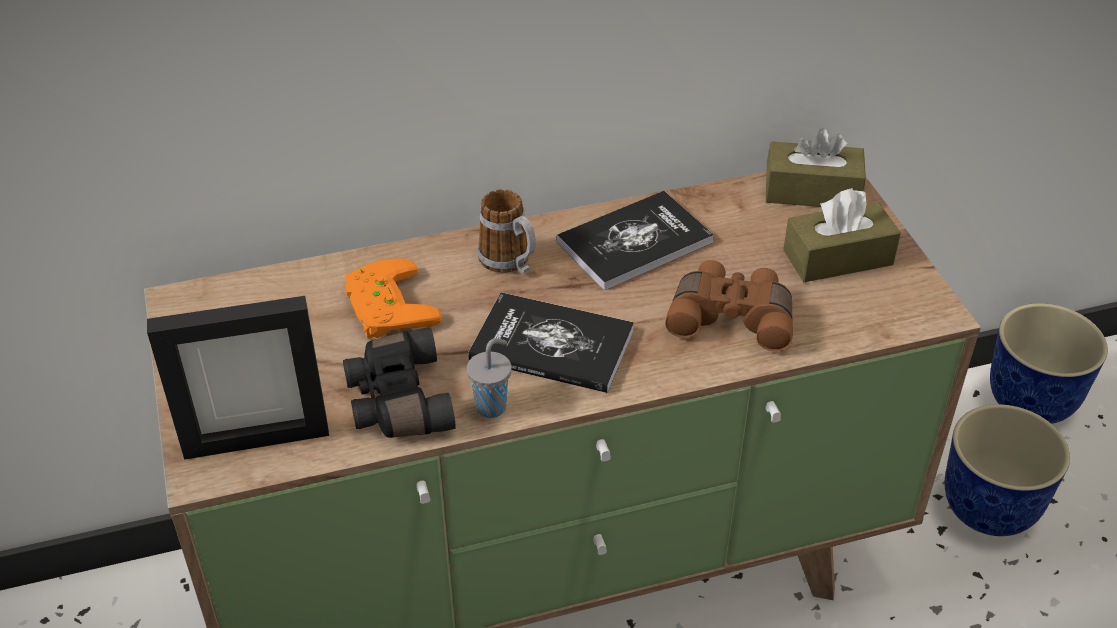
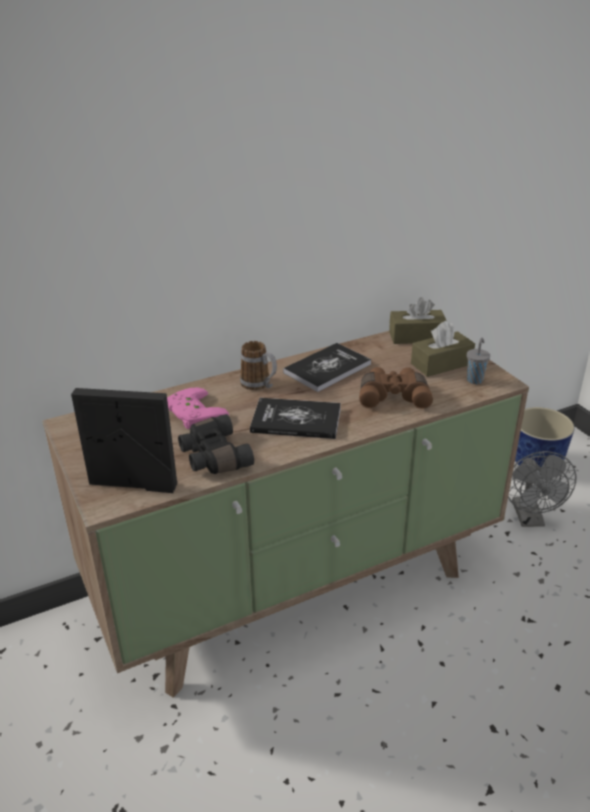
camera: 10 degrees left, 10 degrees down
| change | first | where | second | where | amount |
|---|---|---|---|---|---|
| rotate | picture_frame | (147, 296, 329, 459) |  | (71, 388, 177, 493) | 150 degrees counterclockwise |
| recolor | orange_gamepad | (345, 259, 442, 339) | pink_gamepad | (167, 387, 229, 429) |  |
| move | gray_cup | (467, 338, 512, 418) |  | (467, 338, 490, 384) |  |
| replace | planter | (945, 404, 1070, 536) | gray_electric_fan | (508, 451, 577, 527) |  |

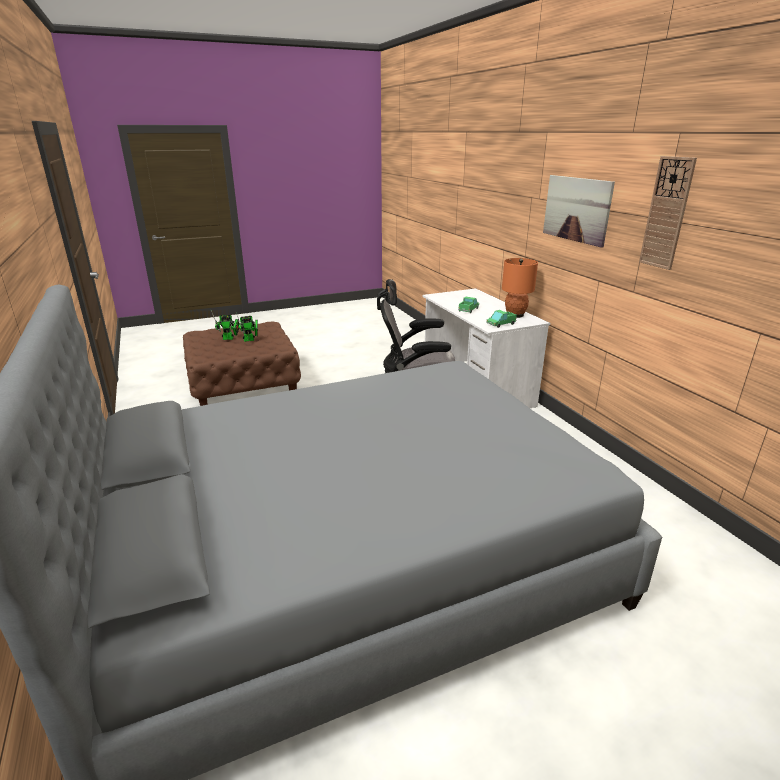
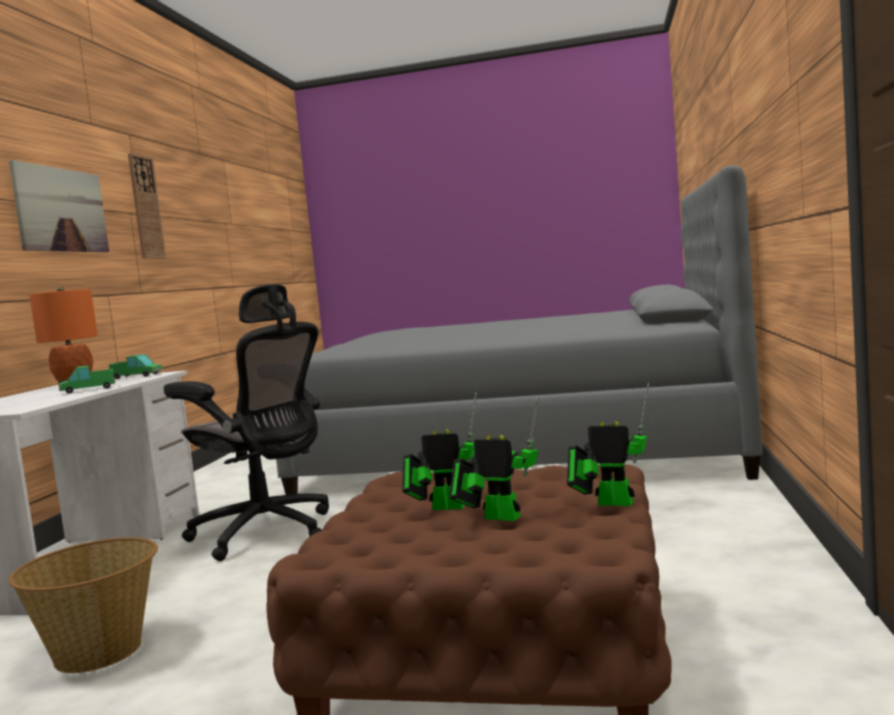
camera: 145 degrees left, 20 degrees down
| change | first | where | second | where | amount |
|---|---|---|---|---|---|
| insert |  |  | basket | (9, 537, 158, 673) |  |
| insert |  |  | toy_robot | (567, 383, 649, 506) |  |

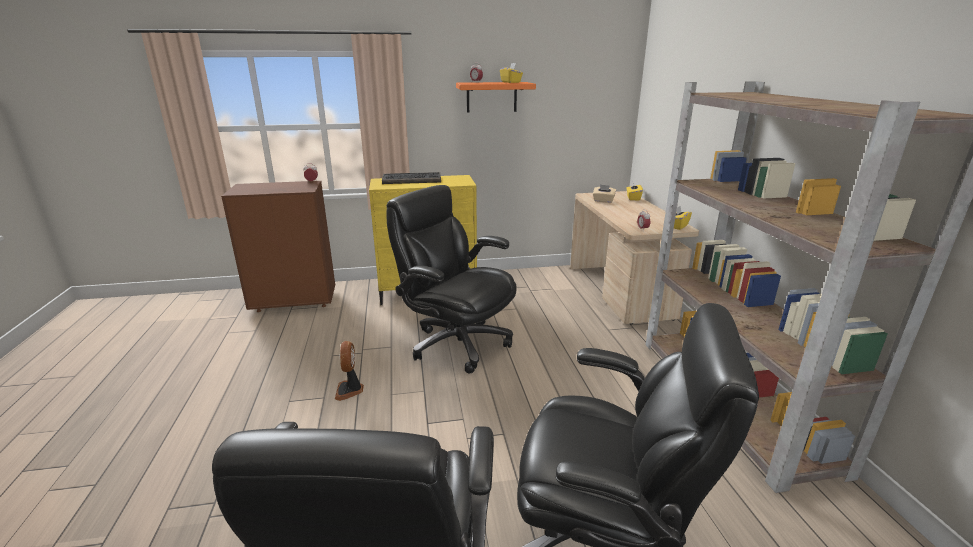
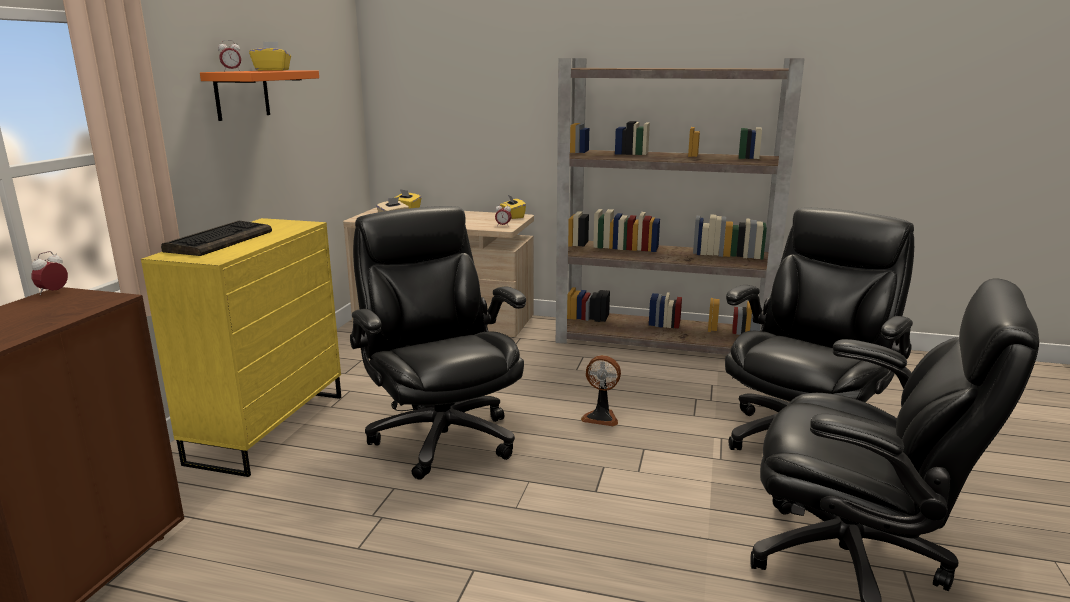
camera: 65 degrees left, 5 degrees down
| change | first | where | second | where | amount |
|---|---|---|---|---|---|
| rotate | black-coloured_office_chair | (387, 185, 517, 373) |  | (350, 206, 526, 480) | 90 degrees clockwise |
| move | electric_fan | (335, 341, 364, 401) |  | (581, 355, 621, 426) |  |

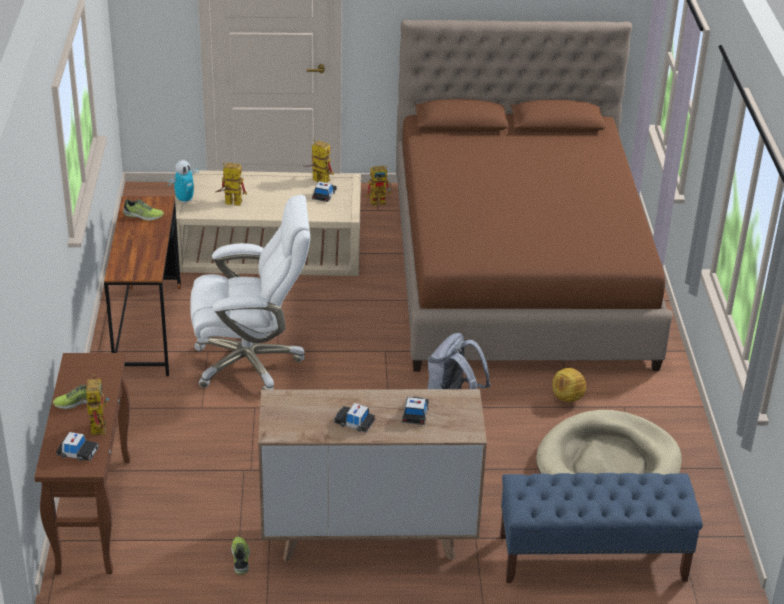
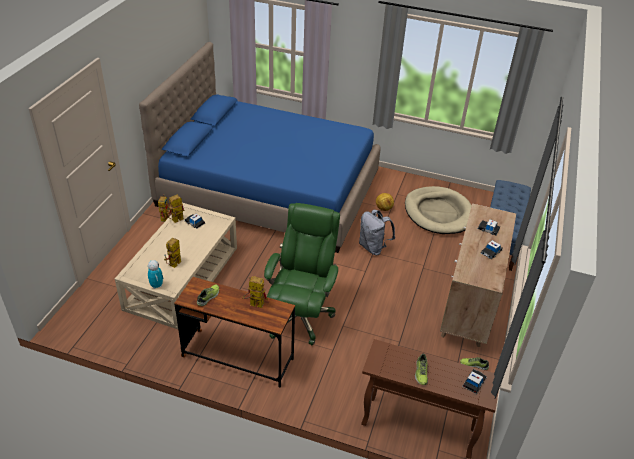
camera: 70 degrees left, 5 degrees up
| change | first | where | second | where | amount |
|---|---|---|---|---|---|
| recolor | brown-coloured_bedroom_bed | (396, 19, 673, 371) | blue-coloured_bedroom_bed | (139, 42, 381, 253) |  |
| move | toy_robot | (81, 374, 109, 435) |  | (242, 276, 268, 308) |  |
| recolor | white_office_chair | (190, 195, 310, 390) | greenish_office_chair | (264, 203, 340, 345) |  |

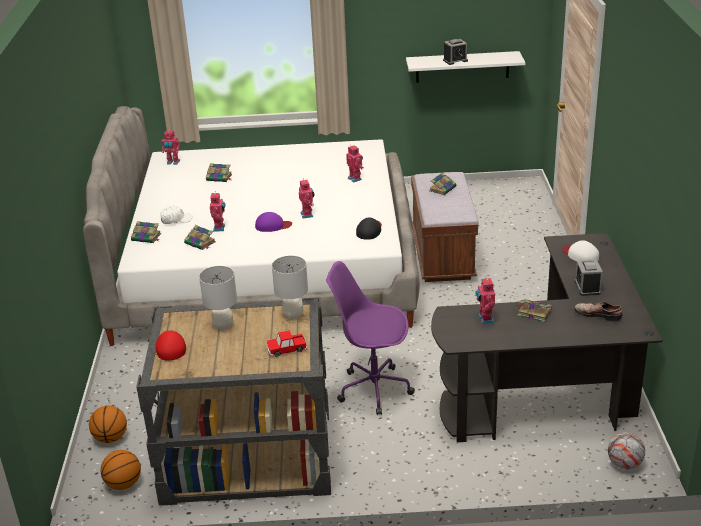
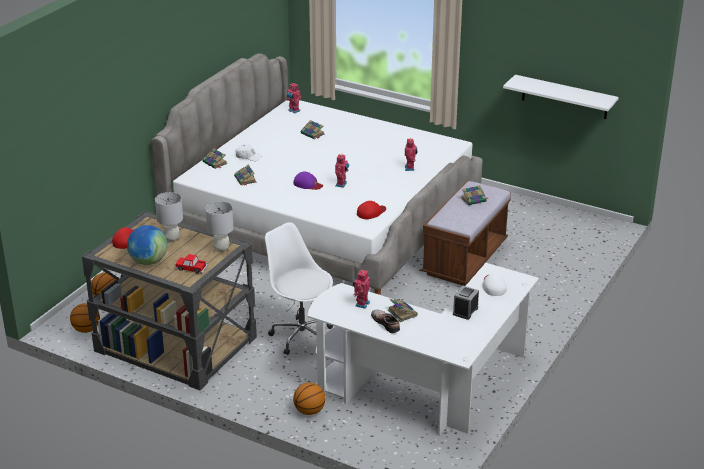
camera: 30 degrees right, 0 degrees up
| change | first | where | second | where | amount |
|---|---|---|---|---|---|
| insert |  |  | desk_globe | (127, 225, 167, 265) |  |
| recolor | purplish_office_chair | (326, 261, 415, 415) | white_office_chair | (265, 222, 333, 355) |  |
| insert |  |  | basketball | (293, 383, 325, 415) |  |
| recolor | black-coloured_desk_table | (431, 233, 663, 442) | white_desk_table | (308, 263, 539, 436) |  |
| recolor | black-coloured_peaked_cap | (356, 217, 382, 240) | red-coloured_peaked_cap | (357, 201, 386, 219) |  |
| move | item_of_footwear | (574, 302, 622, 322) |  | (371, 310, 400, 333) |  |
| delete | toy_robot | (210, 191, 225, 232) |  |  |  |
| delete | bedside_clock | (443, 39, 468, 65) |  |  |  |
| delete | ball_for_football | (608, 432, 645, 469) |  |  |  |

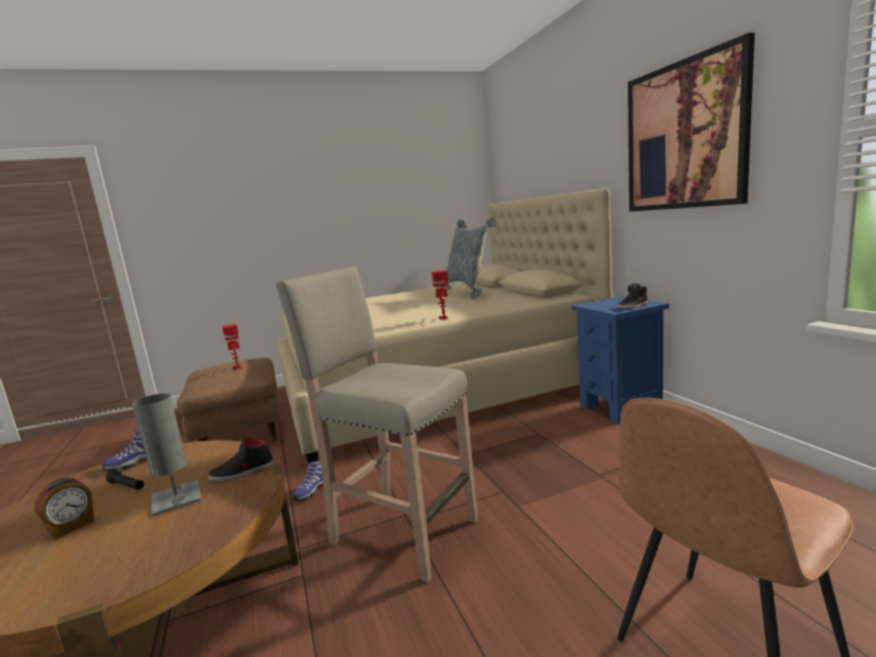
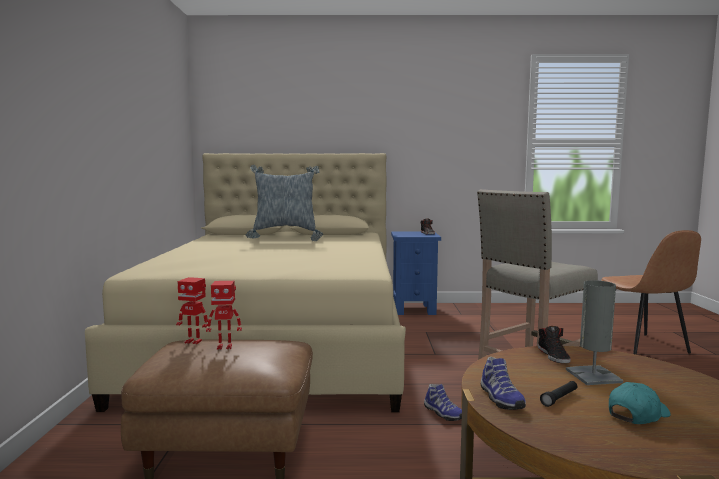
camera: 70 degrees left, 5 degrees down
| change | first | where | second | where | amount |
|---|---|---|---|---|---|
| move | toy_robot | (432, 270, 448, 319) |  | (176, 277, 208, 344) |  |
| replace | bedside_clock | (34, 477, 94, 540) | blue-green_peaked_cap | (609, 382, 671, 424) |  |
| delete | wall_picture | (628, 33, 755, 212) |  |  |  |

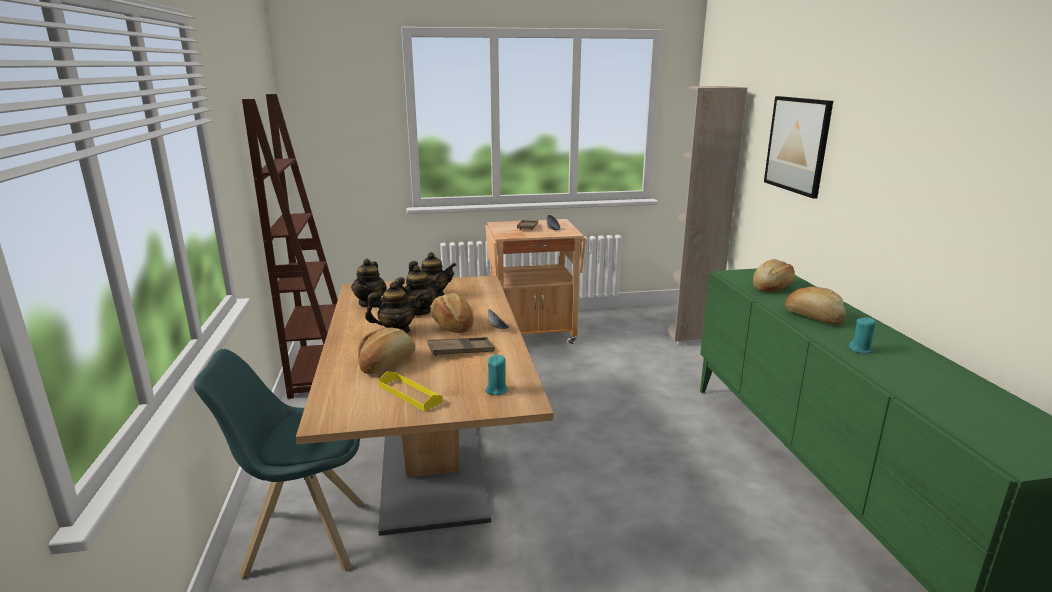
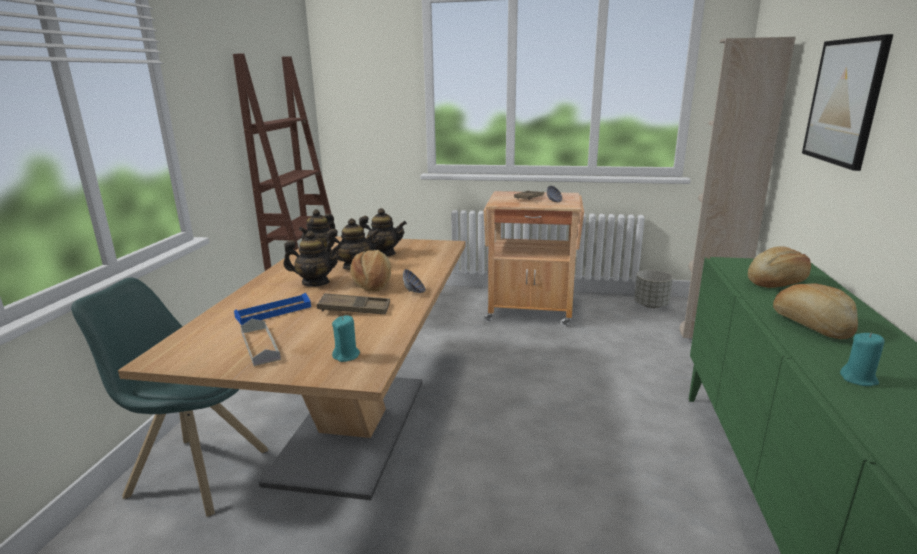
camera: 20 degrees right, 0 degrees up
| change | first | where | second | where | amount |
|---|---|---|---|---|---|
| replace | baked_bread | (358, 327, 415, 374) | blue-coloured_tray | (234, 293, 311, 325) |  |
| recolor | yellow-coloured_tray | (378, 371, 443, 411) | gray_tray | (240, 319, 281, 366) |  |
| insert |  |  | gray_planter | (634, 270, 673, 308) |  |

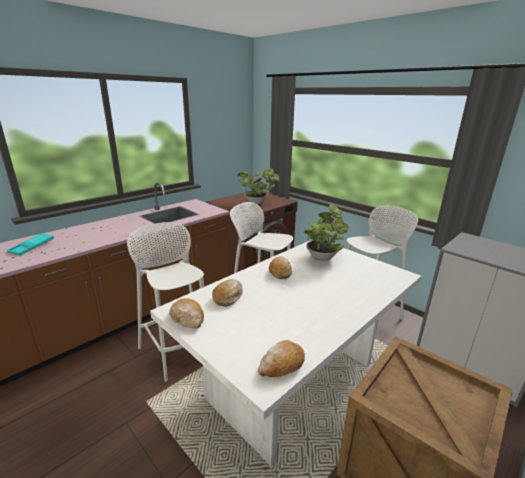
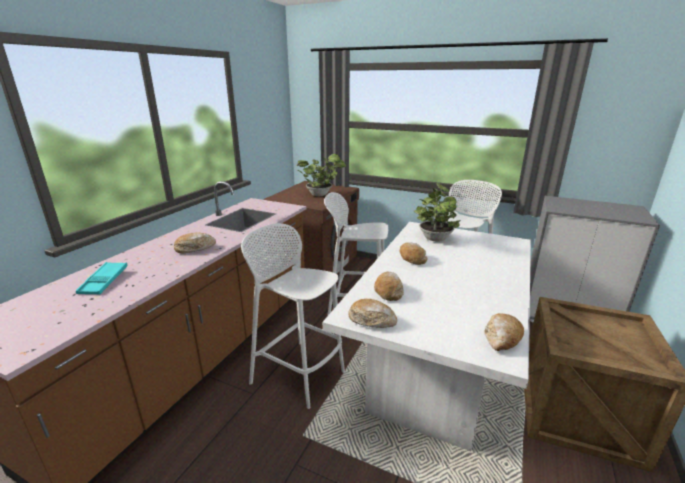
camera: 20 degrees left, 0 degrees up
| change | first | where | second | where | amount |
|---|---|---|---|---|---|
| insert |  |  | baked_bread | (174, 233, 216, 253) |  |

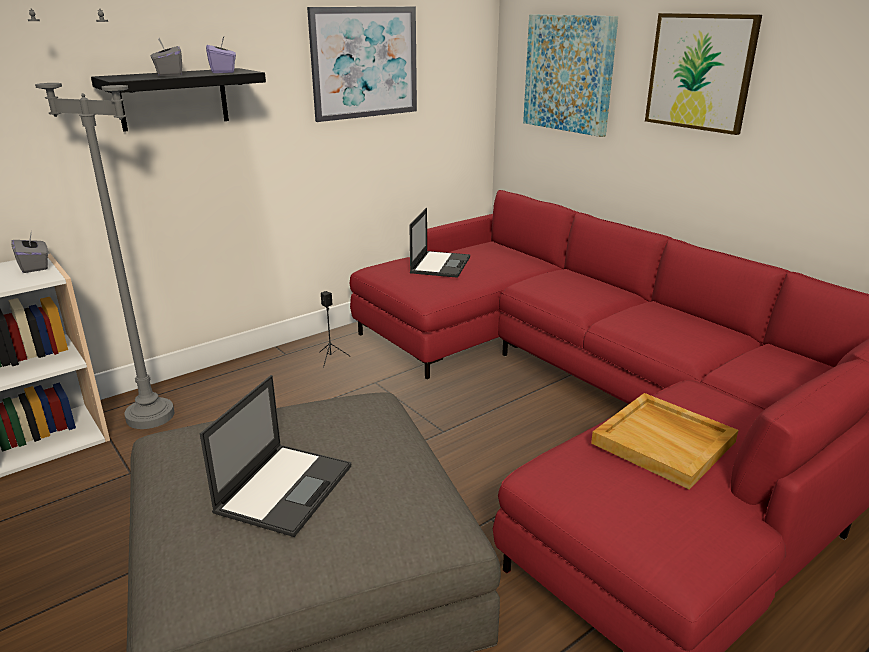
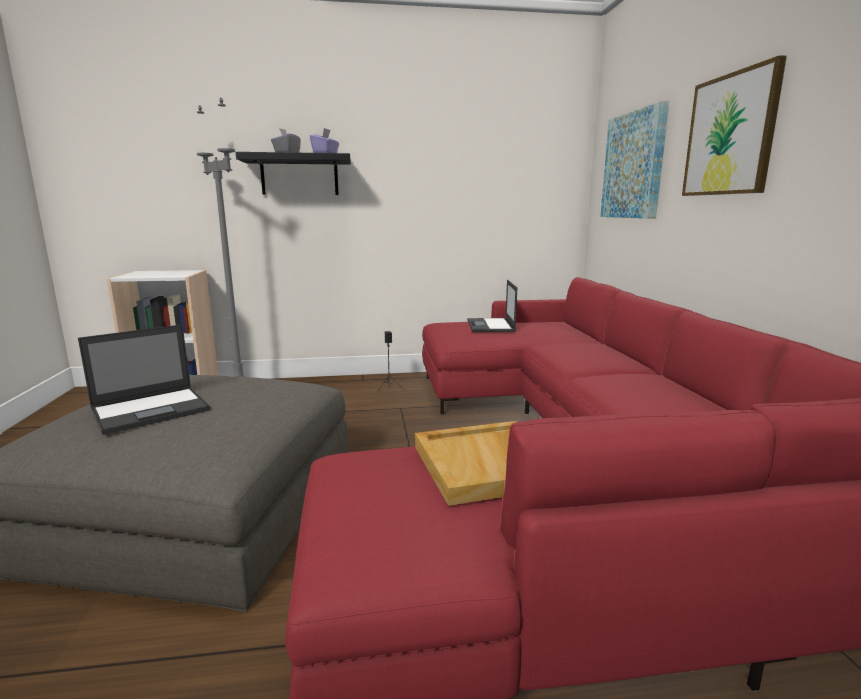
camera: 30 degrees right, 10 degrees down
| change | first | where | second | where | amount |
|---|---|---|---|---|---|
| rotate | portable_computer | (409, 208, 470, 278) |  | (468, 280, 517, 332) | 135 degrees clockwise |
| delete | gray_box_of_tissues | (11, 234, 48, 273) |  |  |  |
| delete | wall_picture | (307, 7, 417, 122) |  |  |  |

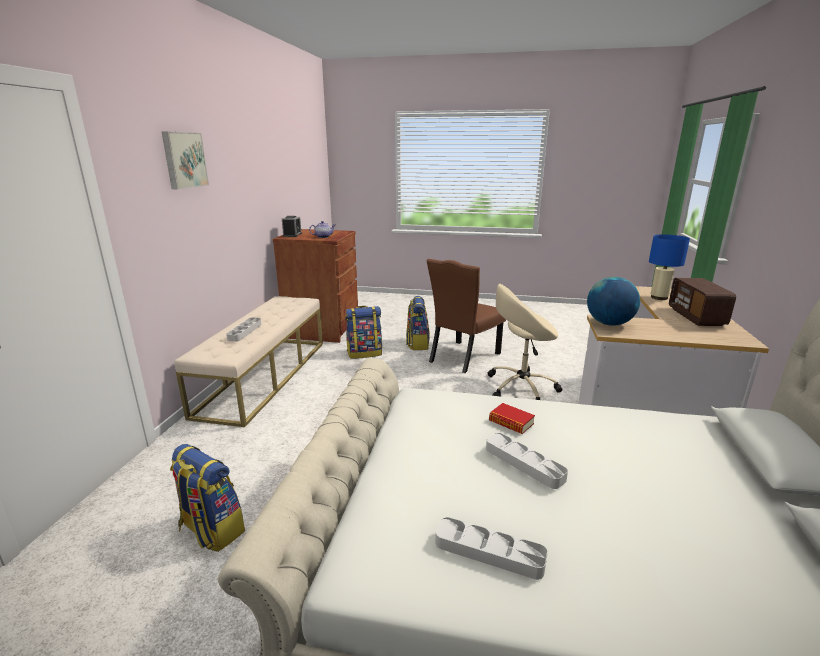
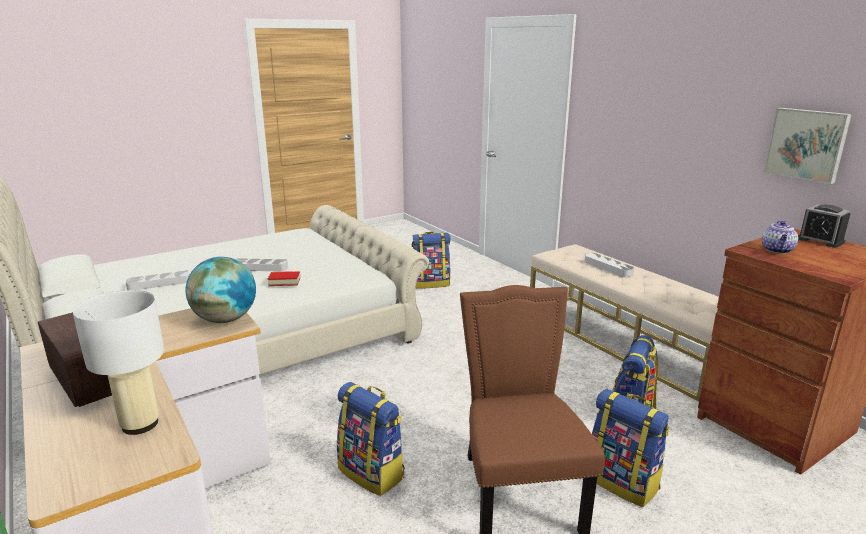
camera: 135 degrees right, 0 degrees up
| change | first | where | second | where | amount |
|---|---|---|---|---|---|
| recolor | blue-coloured_lamp_for_a_table | (649, 234, 690, 300) | white_lamp_for_a_table | (73, 290, 164, 435) |  |
| move | gray_tray | (435, 517, 548, 580) |  | (126, 270, 190, 290) |  |
| replace | beige_office_chair | (488, 284, 563, 400) | knapsack | (337, 382, 405, 496) |  |
| move | wall_picture | (162, 132, 209, 189) |  | (764, 108, 852, 184) |  |

